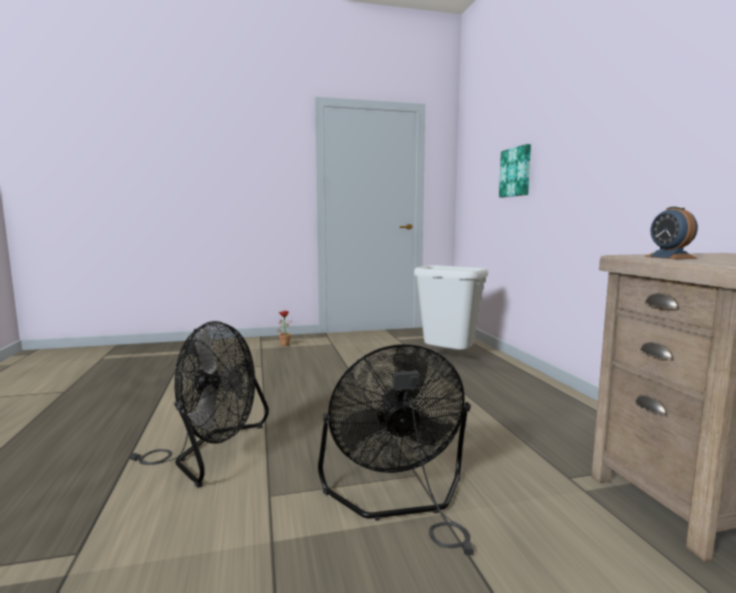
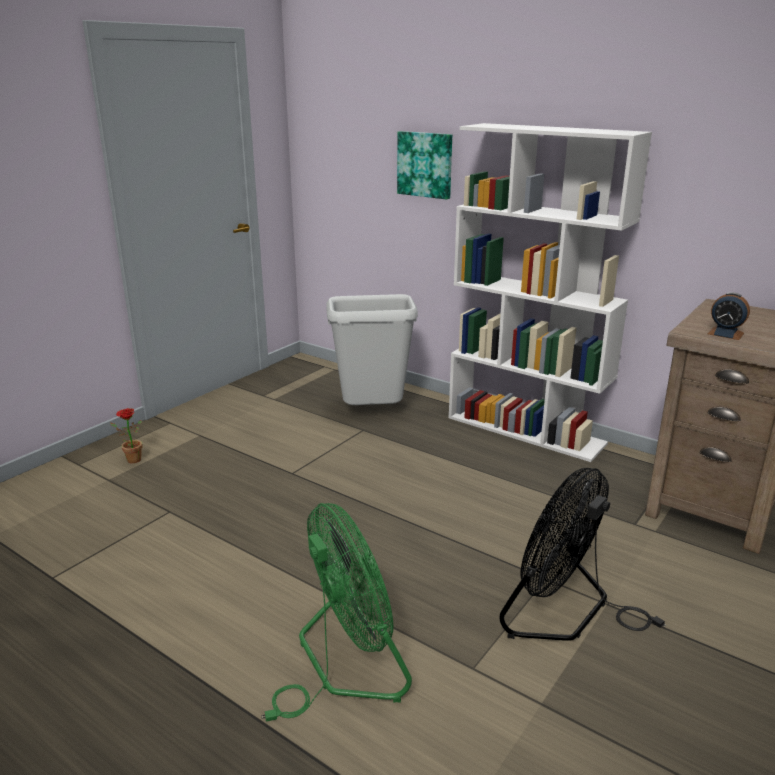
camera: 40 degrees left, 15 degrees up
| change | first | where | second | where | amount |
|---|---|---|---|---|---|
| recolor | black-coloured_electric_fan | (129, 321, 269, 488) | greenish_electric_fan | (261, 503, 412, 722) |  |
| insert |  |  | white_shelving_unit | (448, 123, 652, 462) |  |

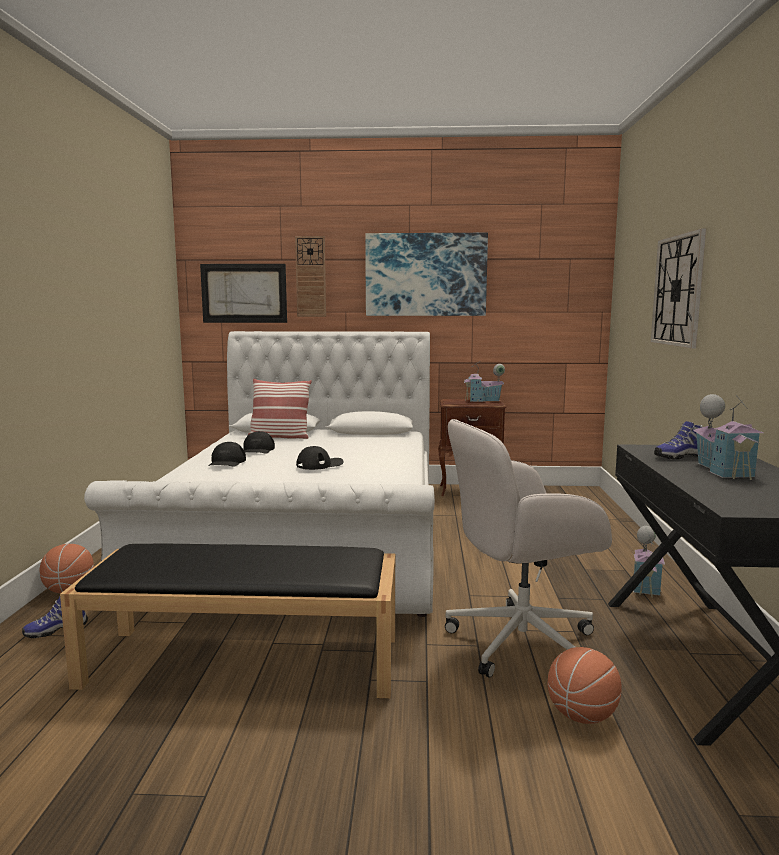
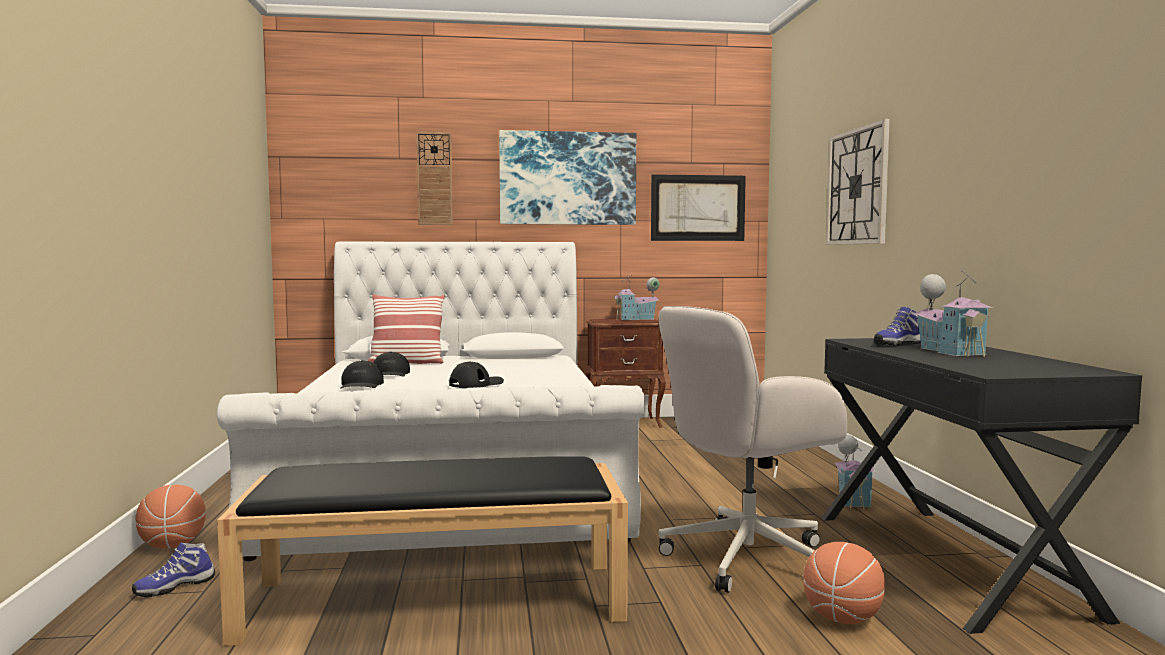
camera: 10 degrees left, 5 degrees down
| change | first | where | second | where | amount |
|---|---|---|---|---|---|
| move | wall_picture | (200, 264, 287, 323) |  | (651, 174, 746, 241) |  |

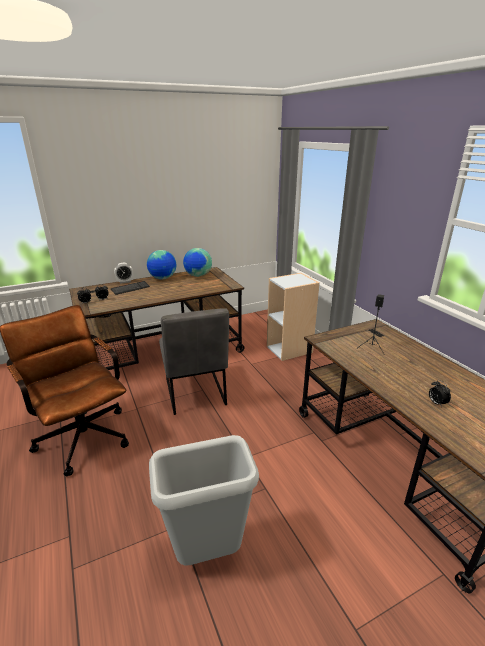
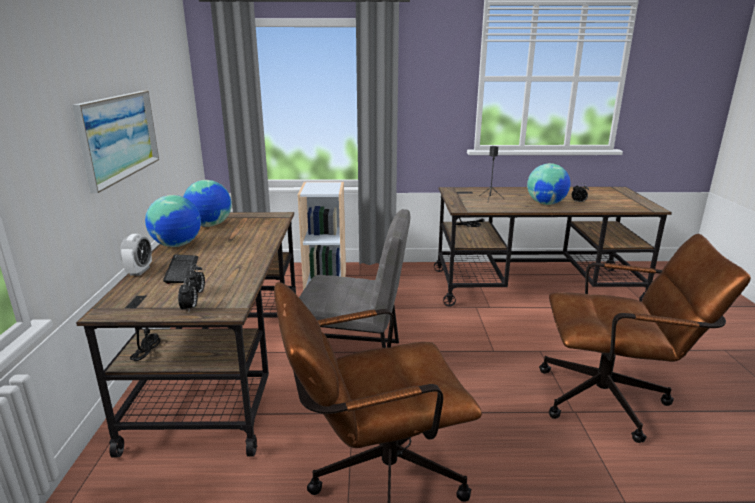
camera: 65 degrees left, 5 degrees down
| change | first | where | second | where | amount |
|---|---|---|---|---|---|
| insert |  |  | wall_picture | (72, 91, 159, 193) |  |
| insert |  |  | desk_globe | (527, 163, 570, 205) |  |
| replace | gray_trash_can | (149, 435, 259, 566) | brown-coloured_office_chair | (539, 234, 751, 443) |  |

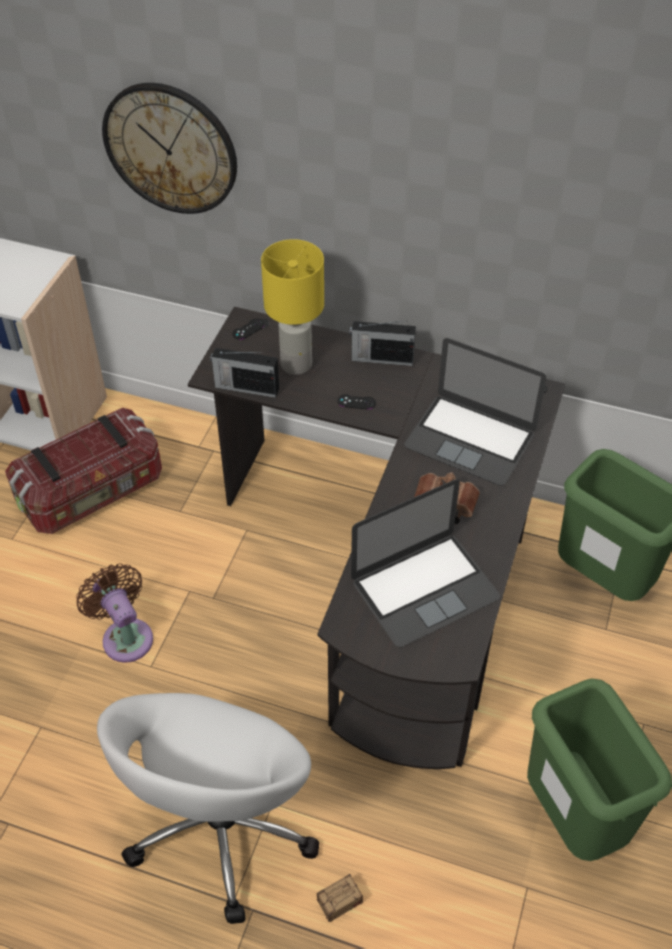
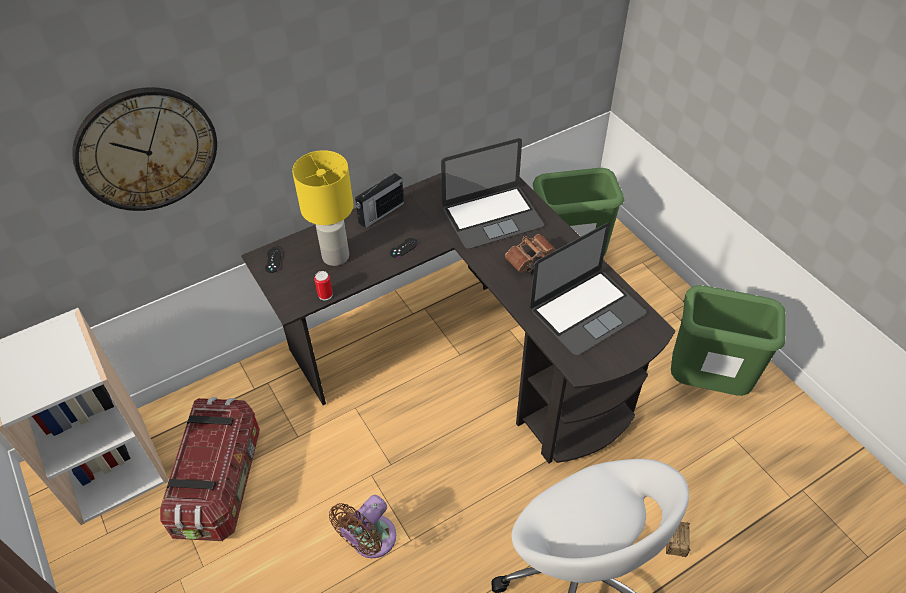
camera: 50 degrees left, 0 degrees up
| change | first | where | second | where | amount |
|---|---|---|---|---|---|
| replace | radio_set | (210, 348, 279, 398) | sealed_can | (314, 271, 333, 300) |  |
| rotate | brown-coloured_electric_fan | (76, 563, 153, 663) |  | (329, 495, 396, 558) | 60 degrees counterclockwise |
| rotate | portable_computer | (351, 479, 500, 647) |  | (530, 223, 646, 355) | 45 degrees clockwise |

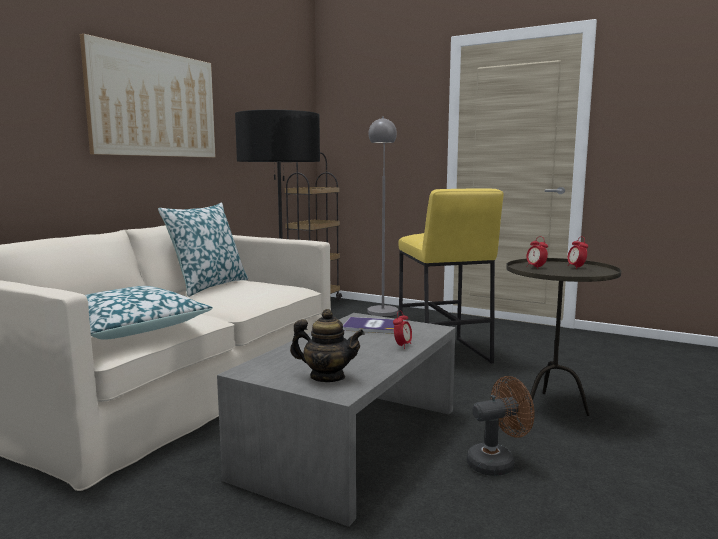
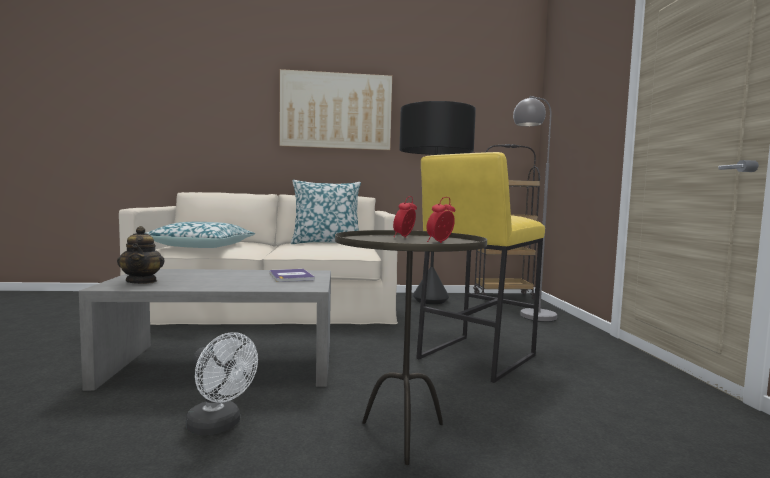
camera: 55 degrees right, 5 degrees down
| change | first | where | second | where | amount |
|---|---|---|---|---|---|
| recolor | brown-coloured_electric_fan | (467, 376, 535, 476) | white_electric_fan | (186, 332, 258, 435) |  |
| delete | bedside_clock | (393, 311, 412, 349) |  |  |  |

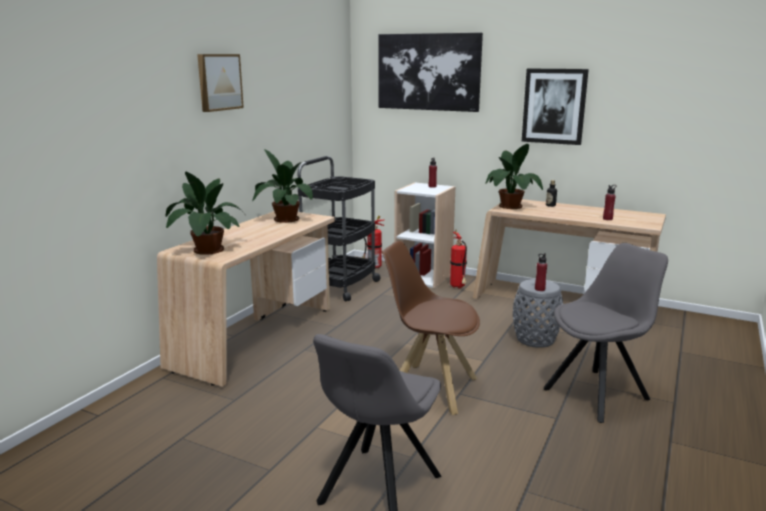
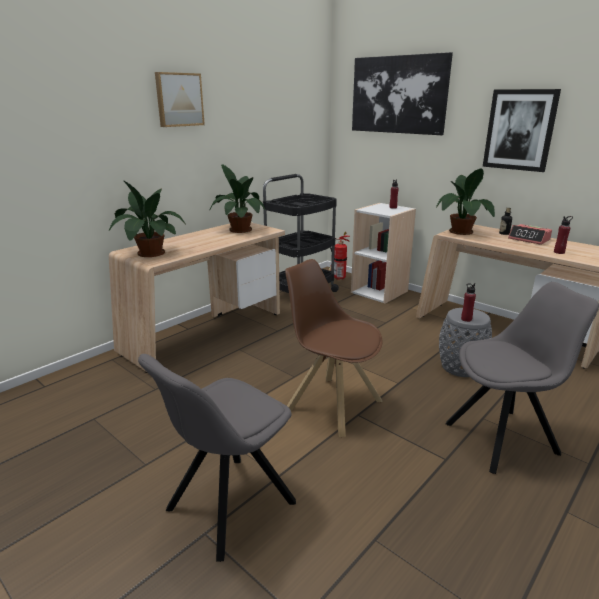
camera: 15 degrees right, 5 degrees up
| change | first | where | second | where | amount |
|---|---|---|---|---|---|
| insert |  |  | bedside_clock | (508, 224, 552, 245) |  |
| delete | fire_extinguisher | (450, 229, 467, 288) |  |  |  |

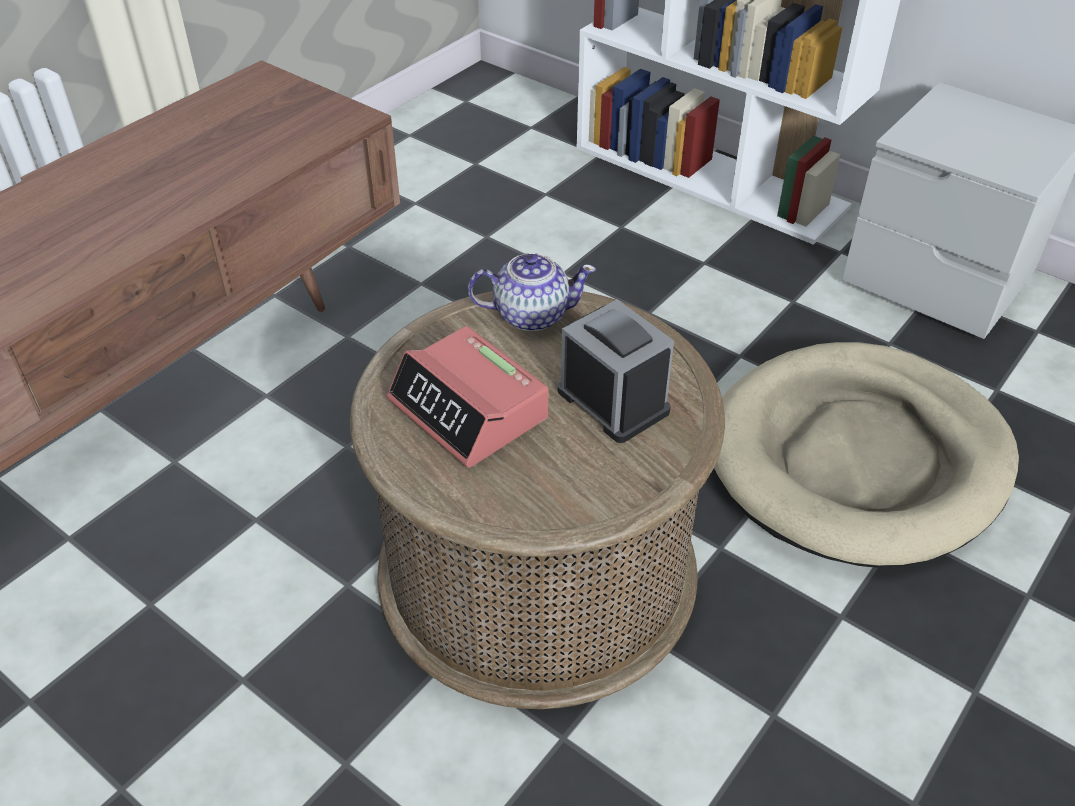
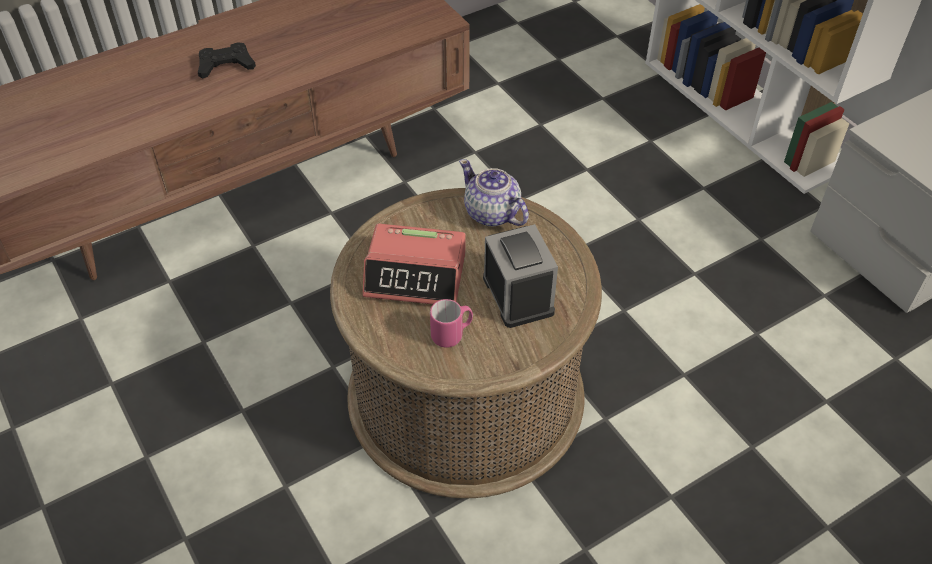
camera: 20 degrees right, 5 degrees up
| change | first | where | second | where | amount |
|---|---|---|---|---|---|
| insert |  |  | black-coloured_gamepad | (198, 42, 256, 79) |  |
| rotate | bedside_clock | (387, 326, 549, 468) |  | (363, 224, 466, 304) | 60 degrees counterclockwise |
| insert |  |  | pink_coffee_mug | (430, 299, 473, 348) |  |
| rotate | tea_pot | (468, 253, 596, 331) |  | (459, 159, 529, 226) | 150 degrees counterclockwise |
| delete | beige_dog_bed | (714, 342, 1019, 568) |  |  |  |

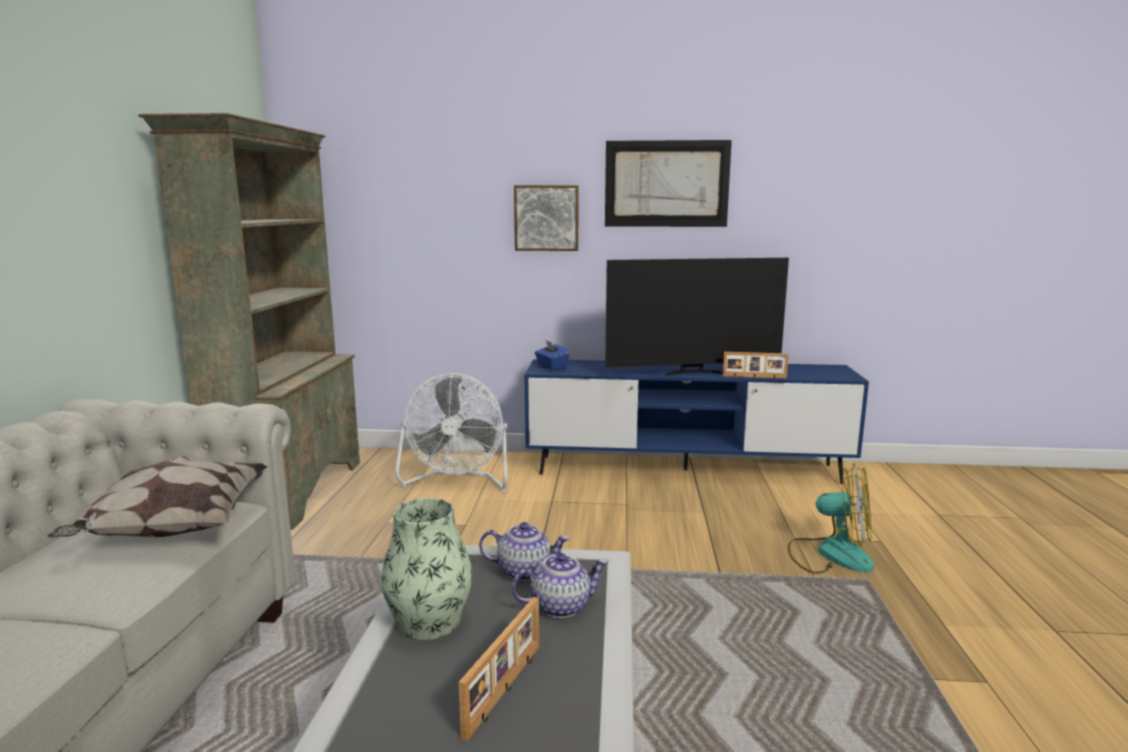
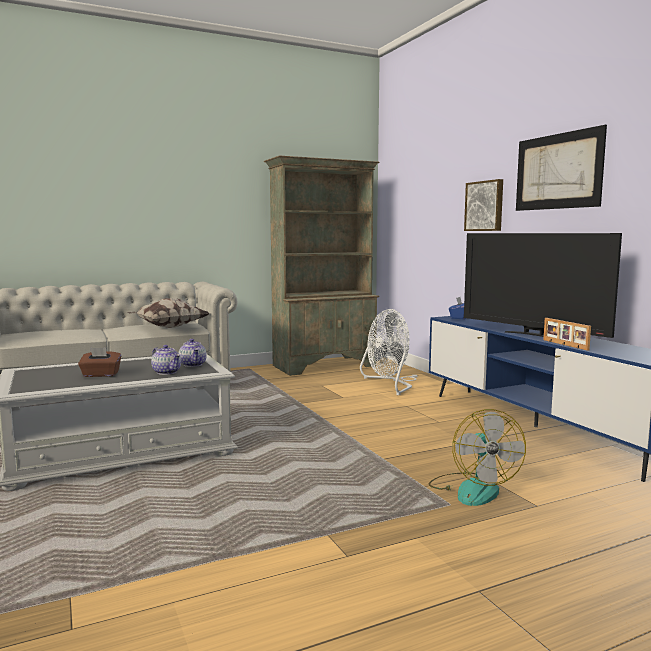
camera: 60 degrees right, 5 degrees down
| change | first | where | second | where | amount |
|---|---|---|---|---|---|
| replace | picture_frame | (459, 597, 539, 741) | brown-coloured_box_of_tissues | (78, 348, 121, 377) |  |
| delete | decorative_vase | (381, 498, 472, 640) |  |  |  |

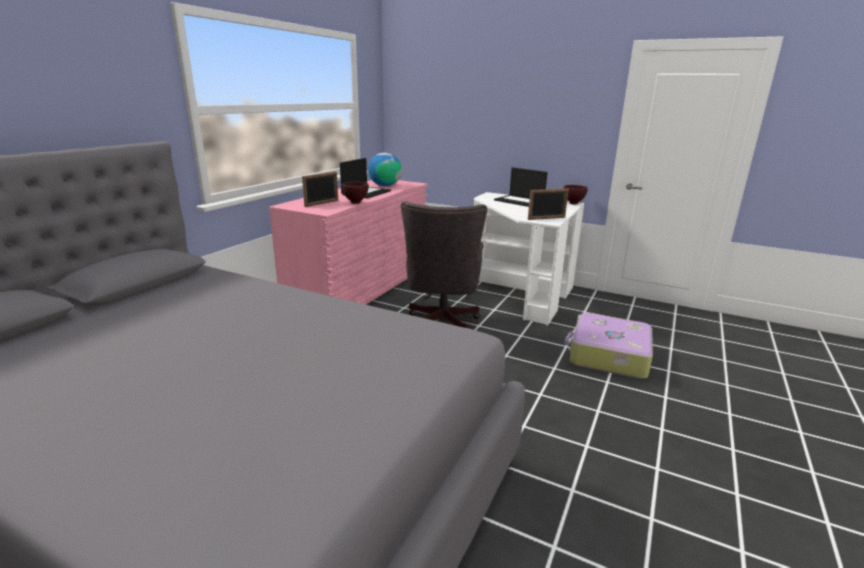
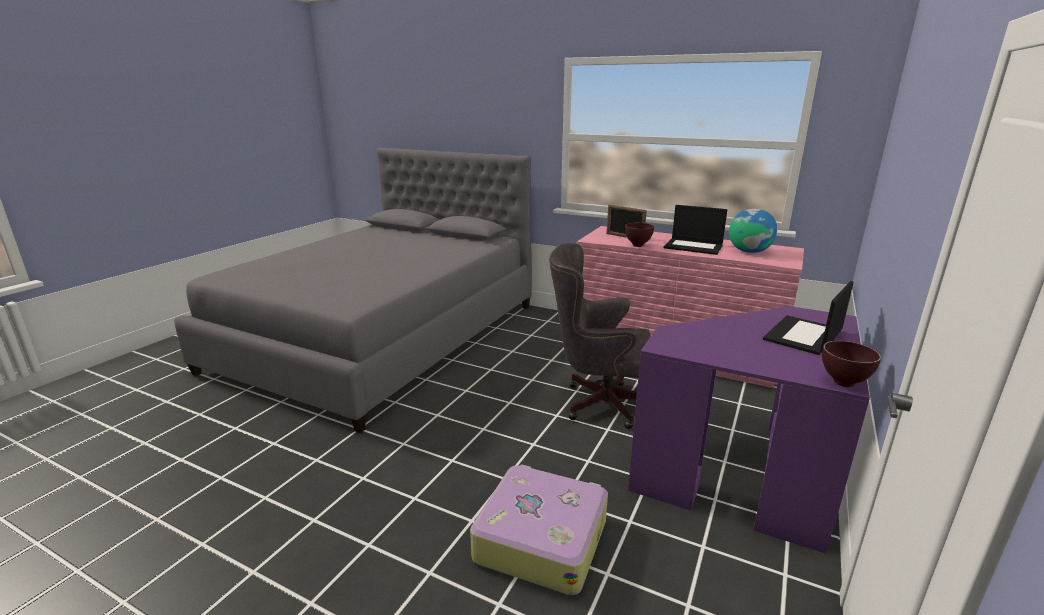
camera: 90 degrees right, 0 degrees up
| change | first | where | second | where | amount |
|---|---|---|---|---|---|
| recolor | white_desk_table | (474, 192, 584, 325) | purplish_desk_table | (628, 306, 870, 554) |  |
| delete | picture_frame | (528, 188, 569, 220) |  |  |  |

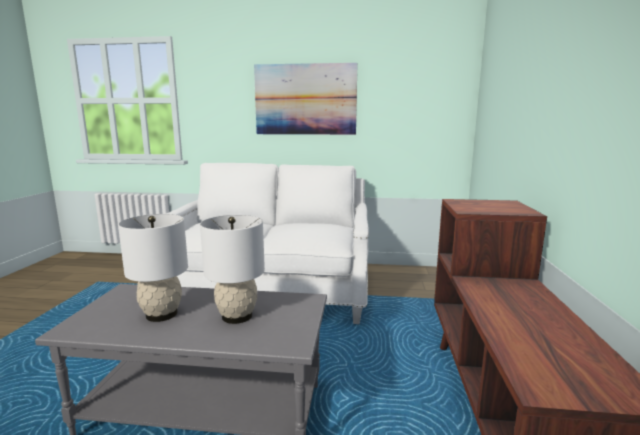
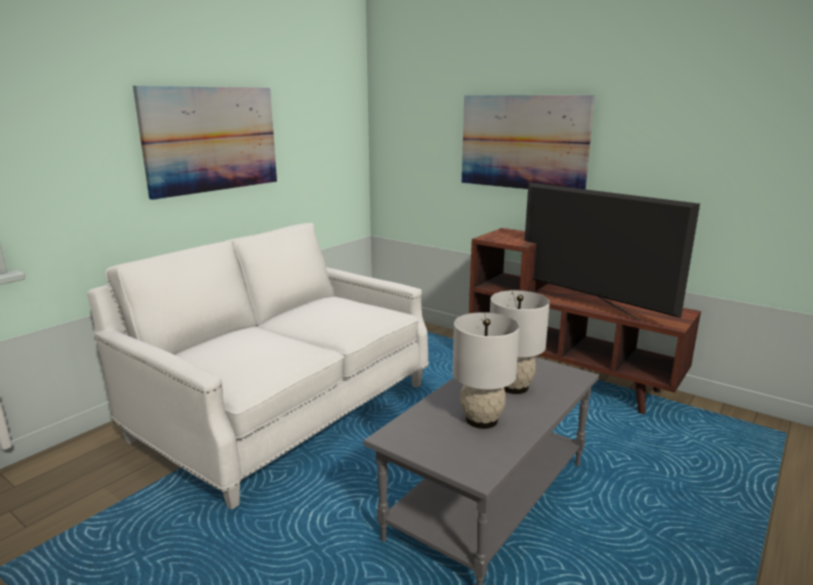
camera: 60 degrees left, 5 degrees up
| change | first | where | second | where | amount |
|---|---|---|---|---|---|
| insert |  |  | wall_picture | (462, 95, 595, 189) |  |
| insert |  |  | TV | (525, 183, 700, 322) |  |

